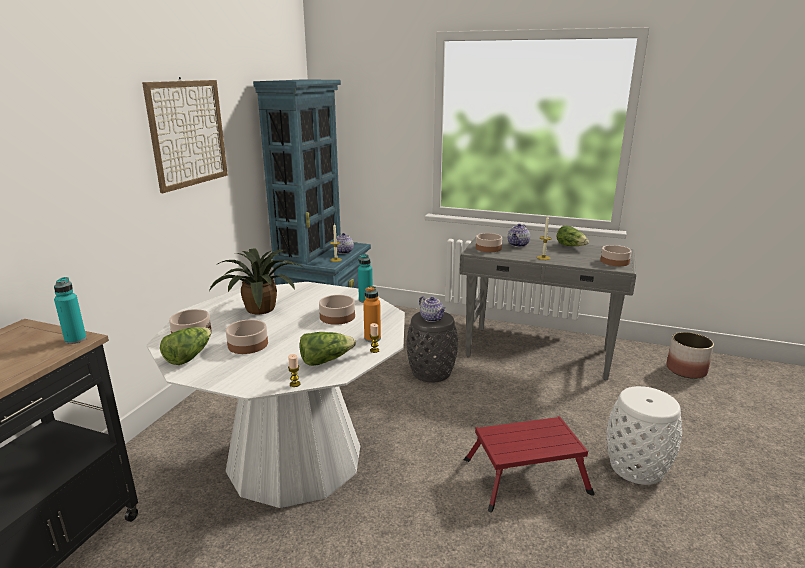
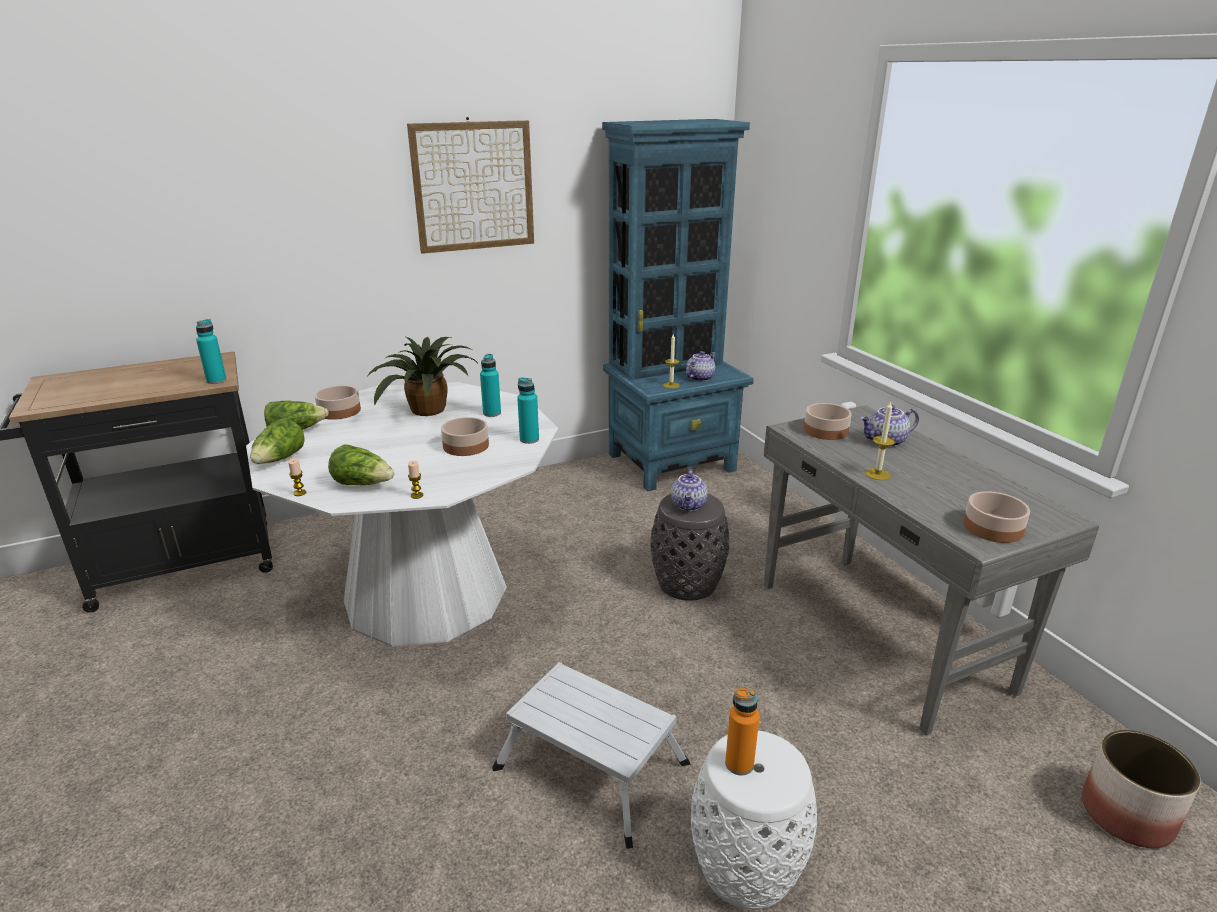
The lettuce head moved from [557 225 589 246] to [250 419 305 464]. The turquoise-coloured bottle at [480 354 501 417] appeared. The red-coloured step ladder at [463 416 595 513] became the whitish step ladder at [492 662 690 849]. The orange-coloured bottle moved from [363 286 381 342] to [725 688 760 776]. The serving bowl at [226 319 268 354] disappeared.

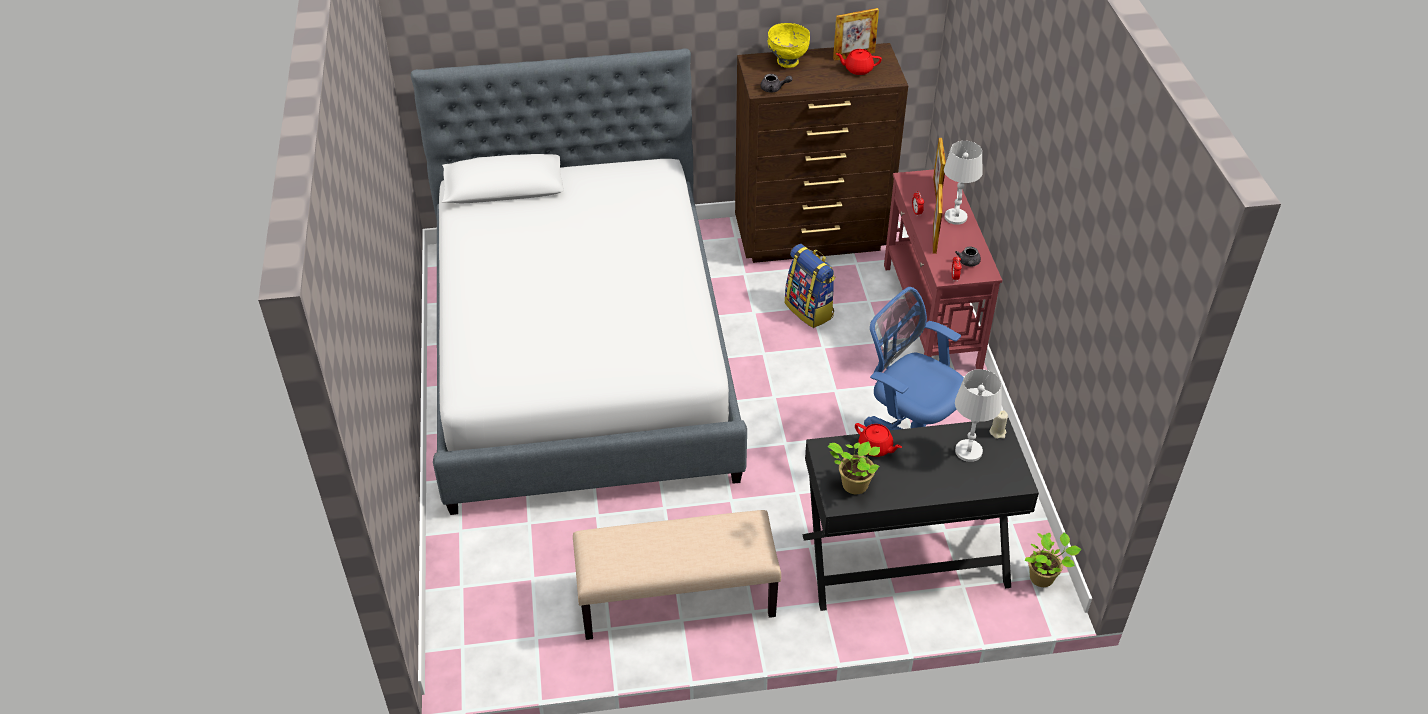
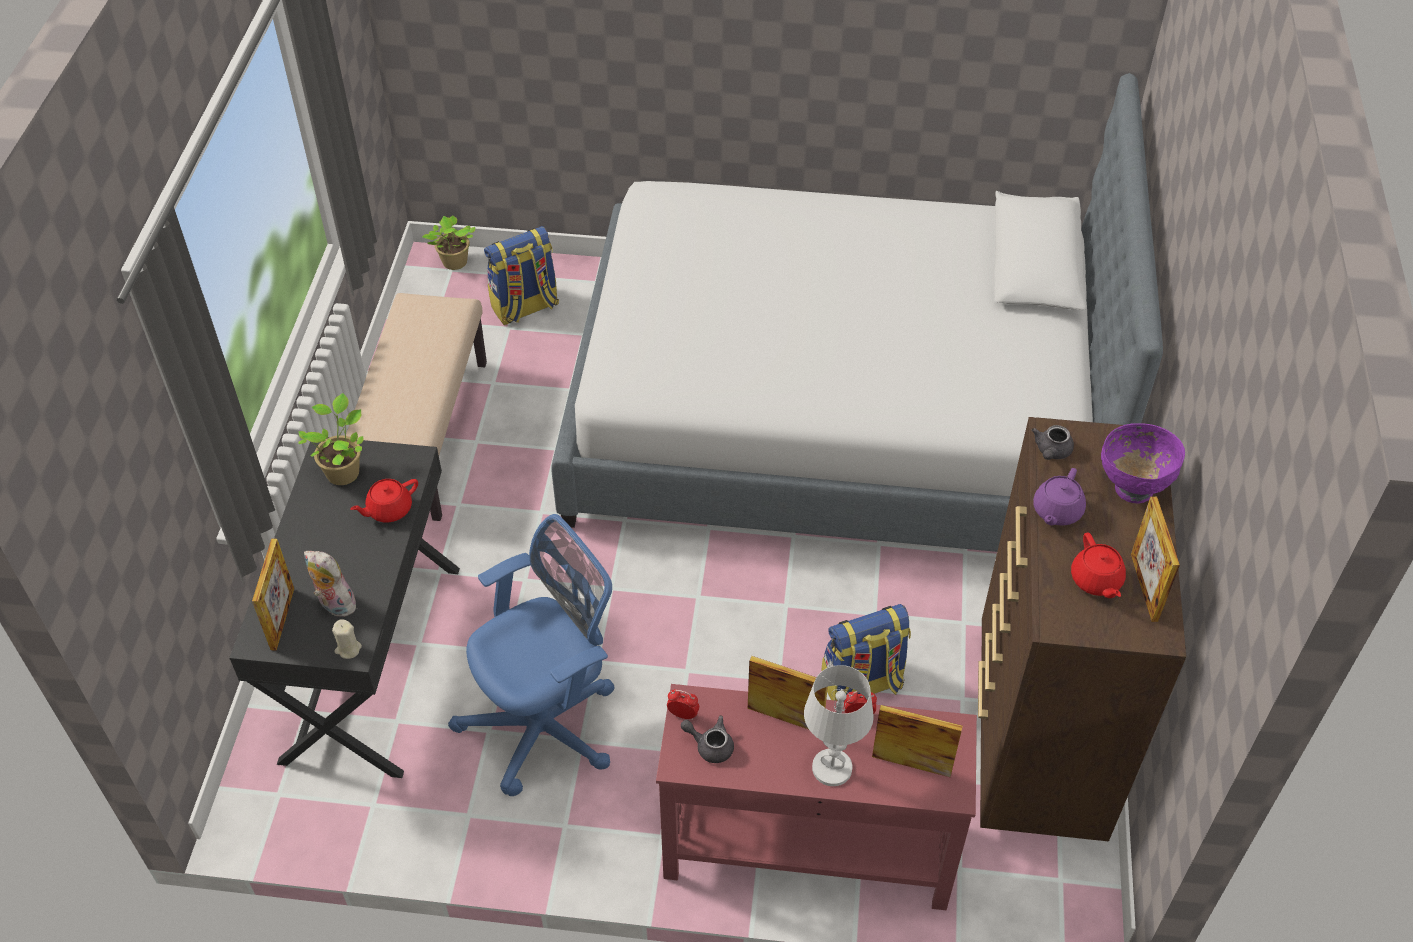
The photo frame at [252 538 294 651] appeared. The whitish lamp for a table at [955 369 1001 462] was replaced by the soft toy at [304 551 361 617]. The houseplant moved from [1025 532 1082 587] to [422 215 475 270]. The rucksack at [484 226 559 325] appeared. The purple pot for tea at [1033 468 1086 526] appeared. The red-coloured pot for tea at [836 49 882 75] turned 150 degrees clockwise. The yellow serving bowl at [767 23 810 68] became the purple serving bowl at [1101 423 1185 503].

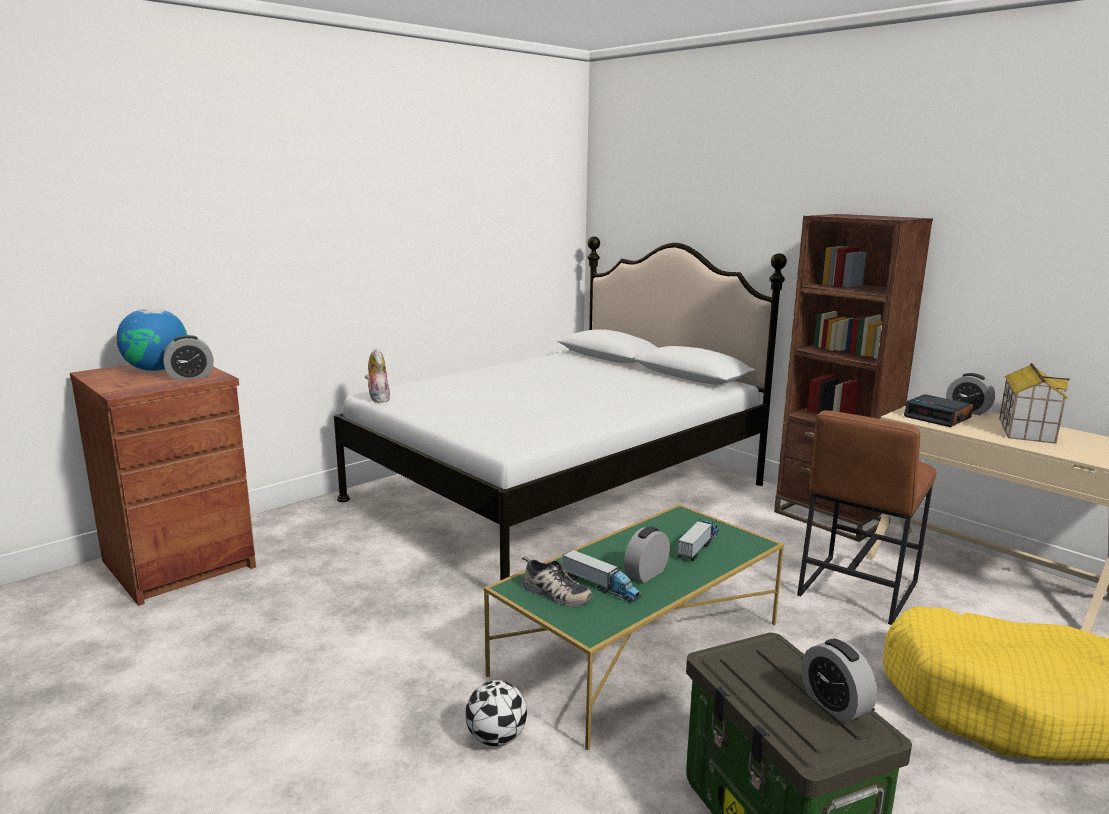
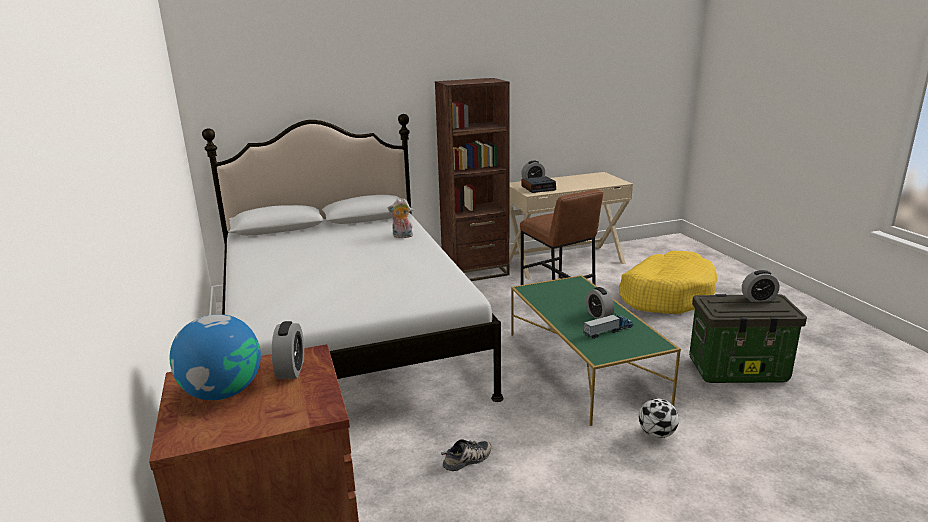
The soft toy moved from [365 348 390 403] to [388 199 413 238]. The item of footwear moved from [522 556 593 607] to [441 439 491 471]. The model truck at [677 519 719 561] disappeared. The model house at [999 363 1070 444] disappeared.

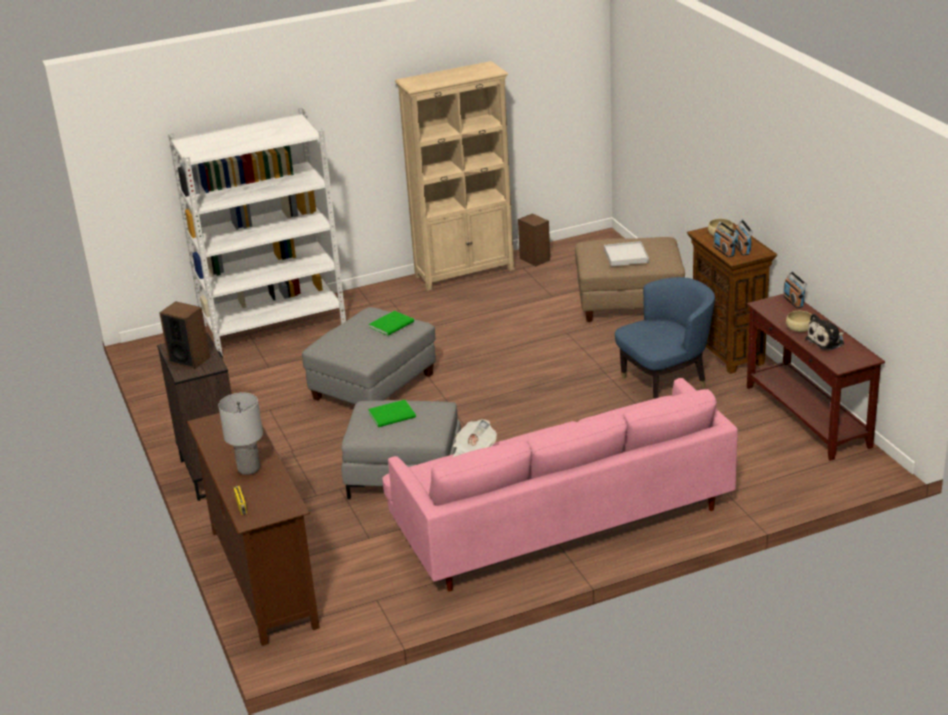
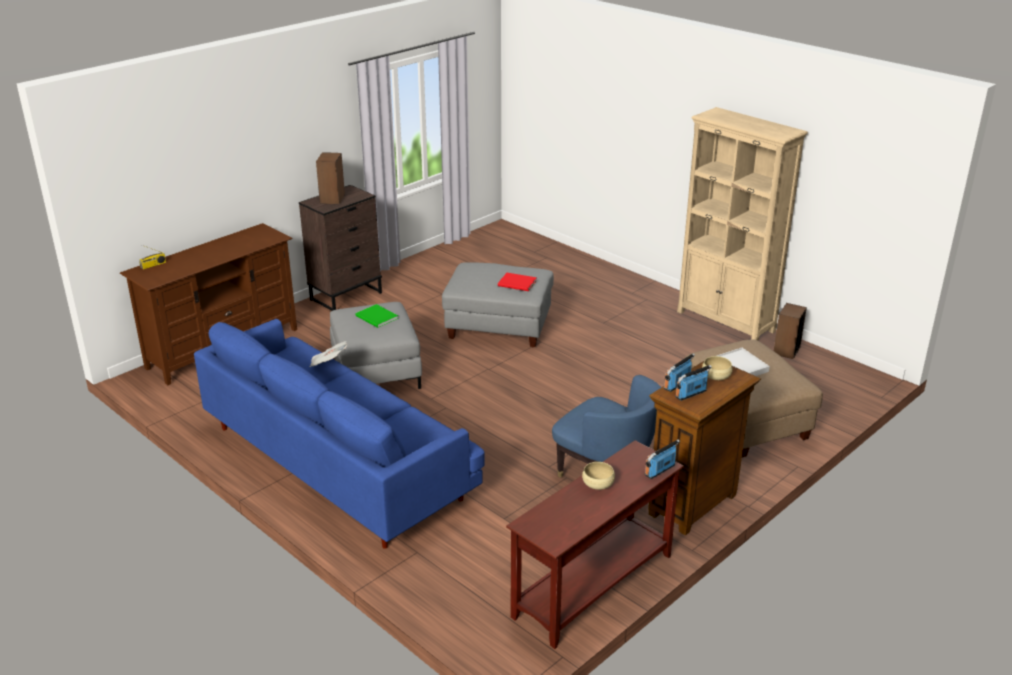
The pinkish settee at [382 378 738 591] became the blue-coloured settee at [194 319 485 549]. The greenish book at [369 311 414 336] became the red-coloured book at [498 273 537 291]. The whitish shelving unit at [168 107 346 356] disappeared. The grey lamp for a table at [218 393 263 475] disappeared. The soft toy at [805 313 844 350] disappeared.

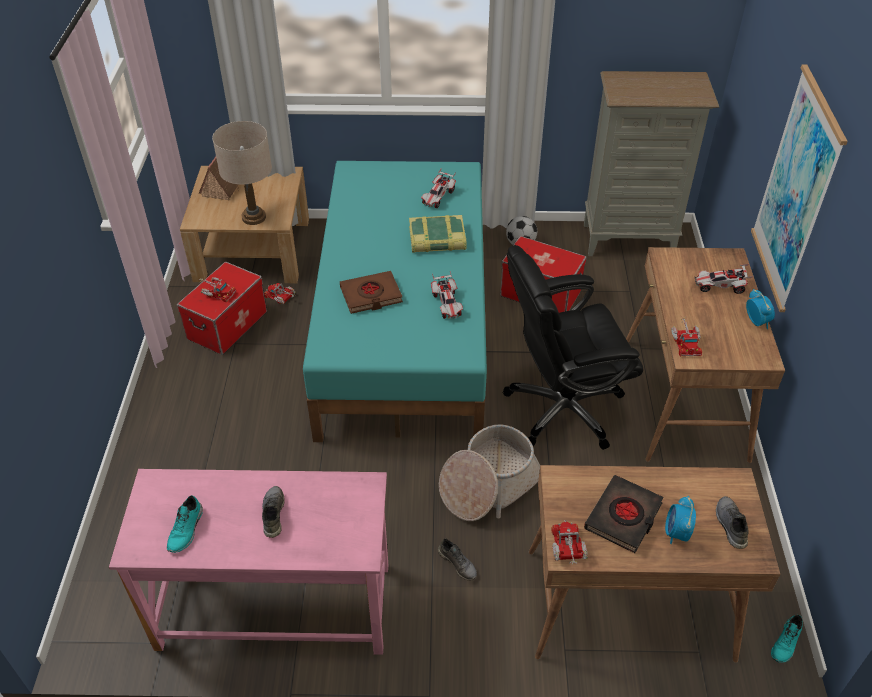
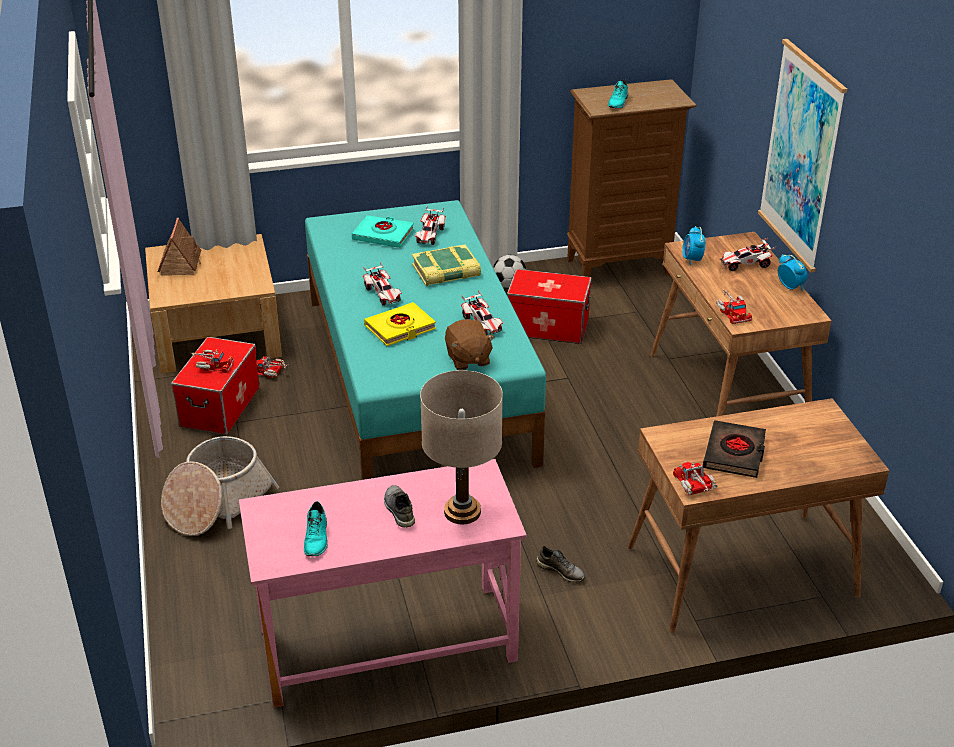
The household basket moved from [439 424 540 521] to [161 436 279 536]. The turquoise-coloured book at [352 215 414 248] appeared. The miniature car at [363 262 402 306] appeared. The brownish book at [340 271 403 314] became the yellow book at [364 302 436 346]. The beige lamp for a table moved from [212 121 272 225] to [420 370 503 524]. The brownish soft toy at [445 319 495 370] appeared. The grey dresser at [584 71 719 256] became the brownish dresser at [567 79 697 277]. The turquoise-coloured item of footwear moved from [771 615 803 663] to [608 79 628 108]. The bedside clock moved from [665 496 696 544] to [682 226 706 266]. The black-coloured office chair at [503 245 643 450] disappeared. The grey item of footwear at [716 496 748 549] disappeared.

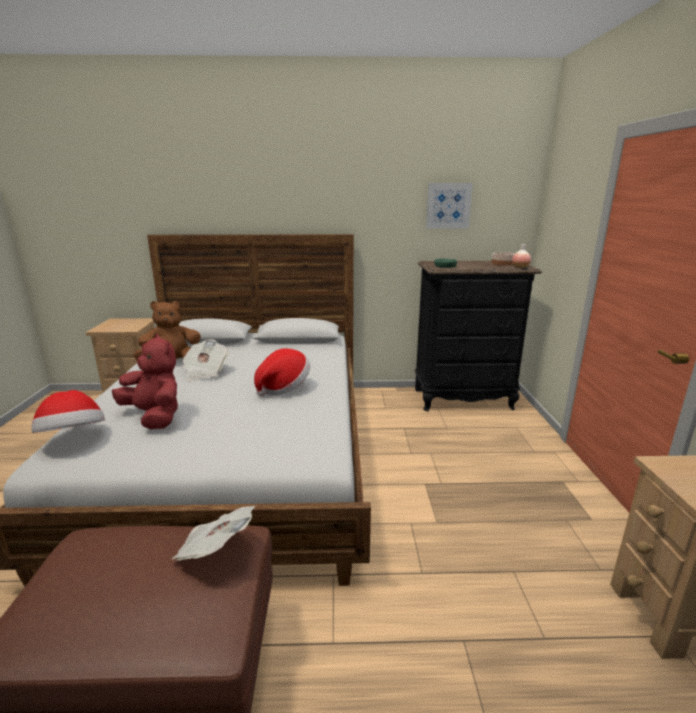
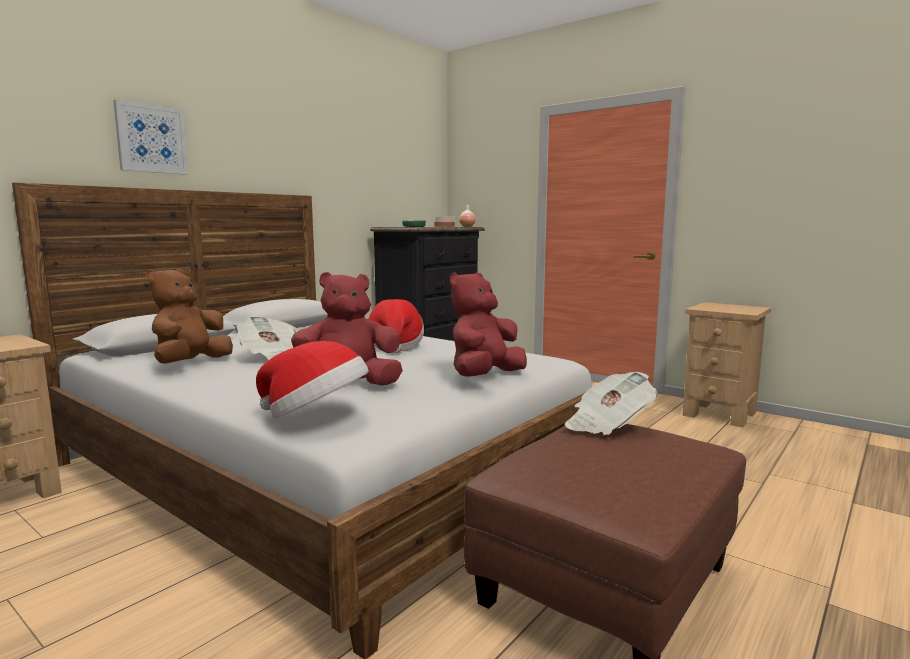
The wall picture moved from [426 183 473 229] to [113 100 188 175]. The red-coloured soft toy at [450 272 527 377] appeared.

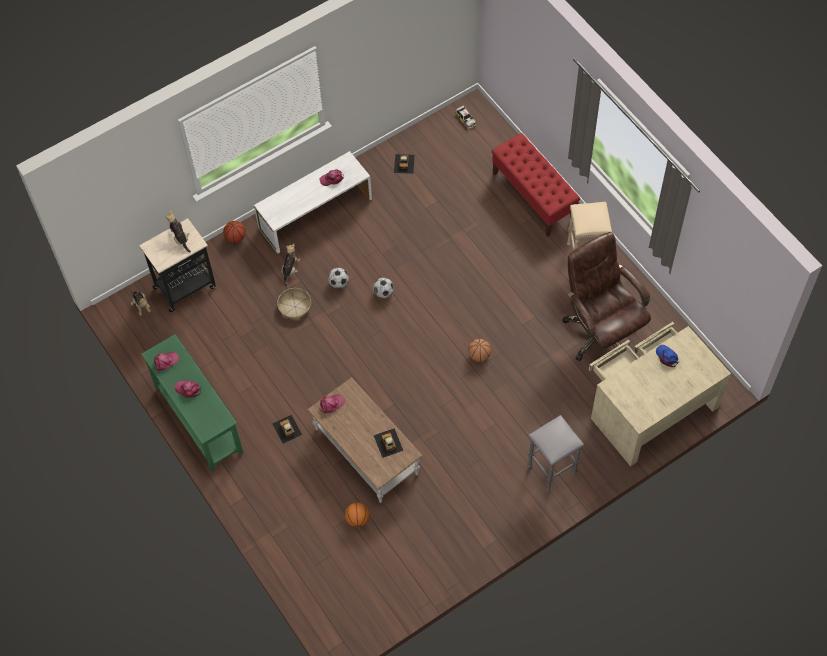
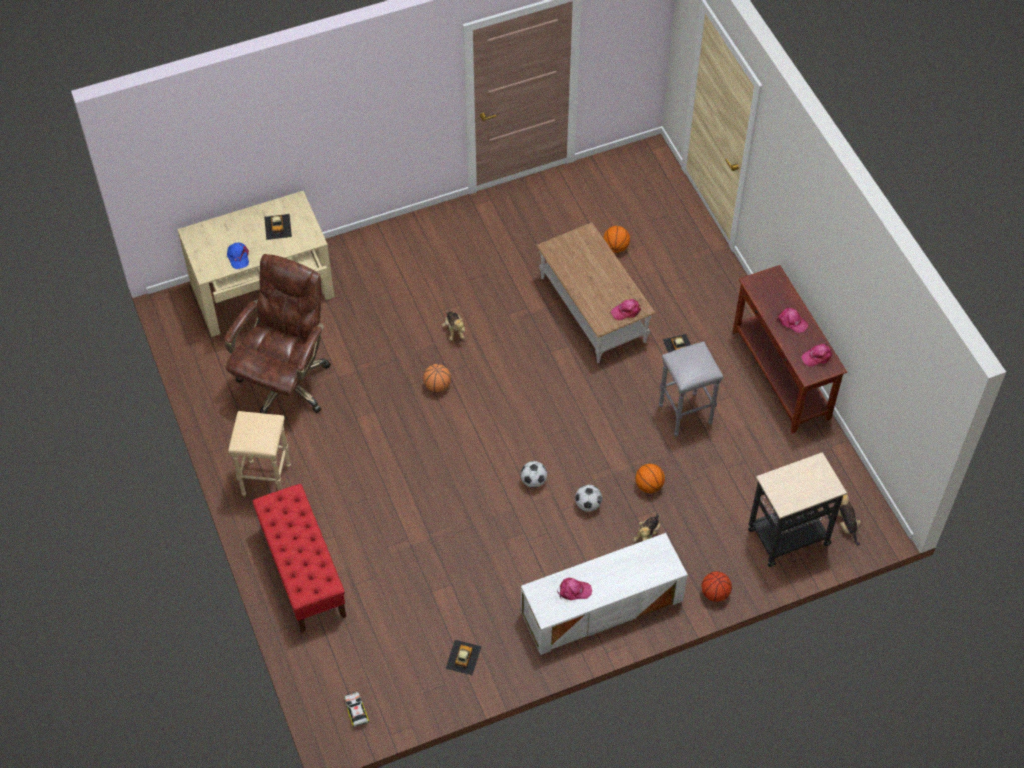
The brownish office chair at [562 232 651 361] turned 135 degrees counterclockwise. The miniature car moved from [374 428 403 458] to [264 214 292 240]. The soft toy moved from [165 211 191 253] to [442 311 465 340]. The household basket at [277 288 311 320] was replaced by the ball for basketball at [635 464 665 493]. The grey stool moved from [528 415 584 492] to [659 342 723 436]. The greenish narrow table at [141 334 243 472] became the brownish narrow table at [732 265 847 433].

